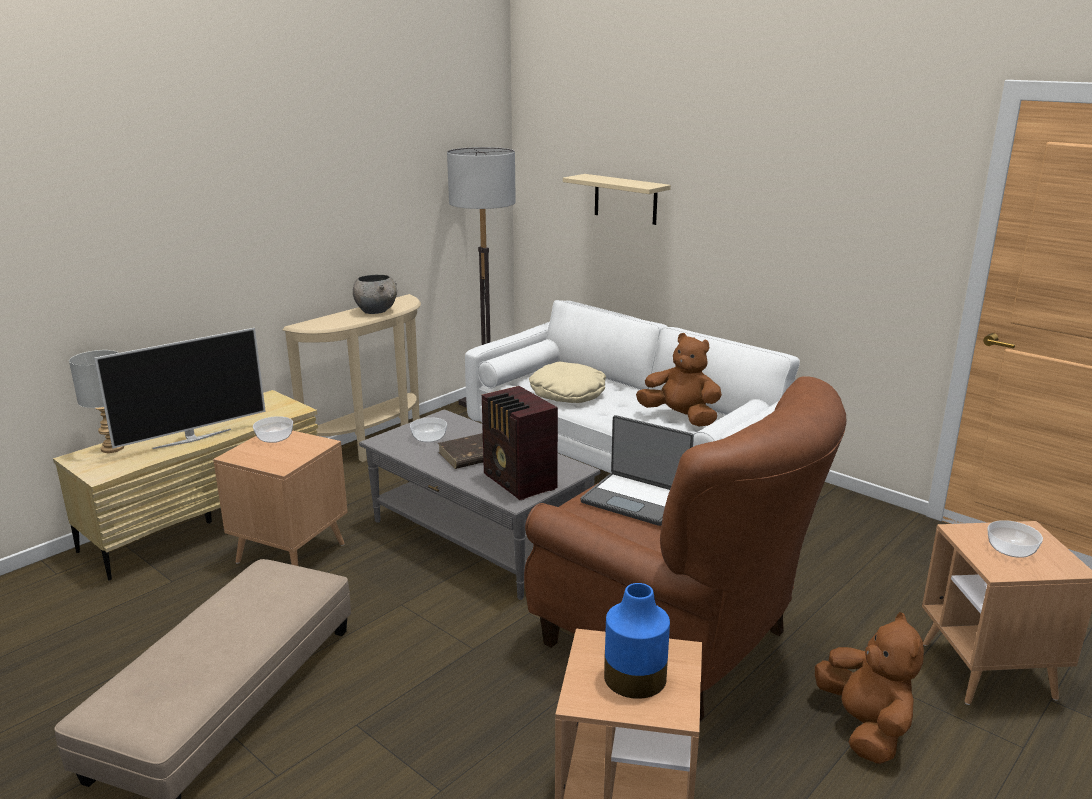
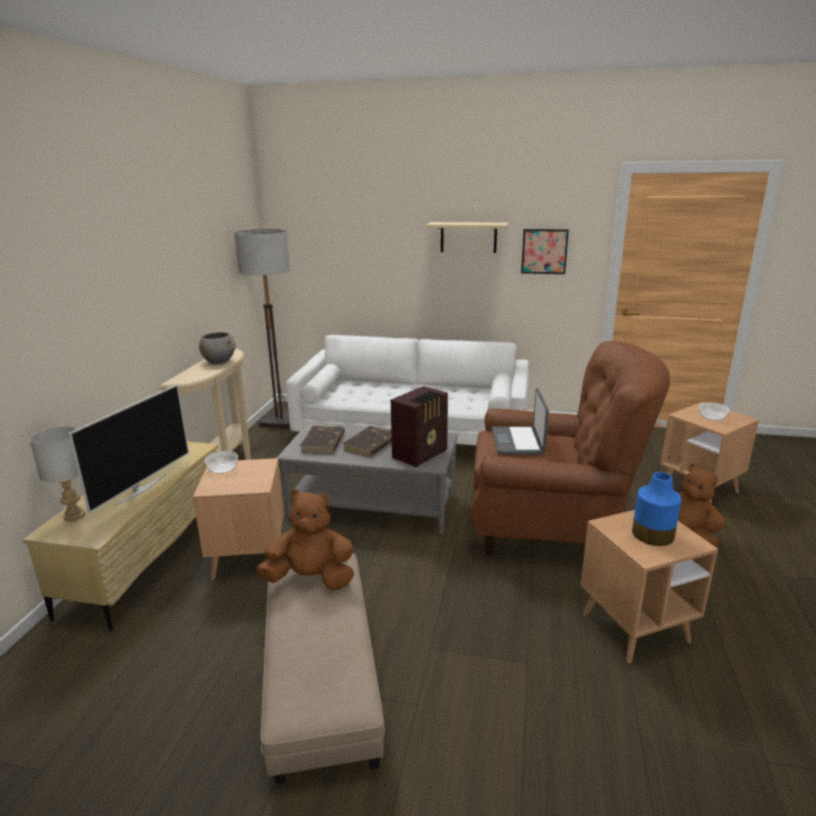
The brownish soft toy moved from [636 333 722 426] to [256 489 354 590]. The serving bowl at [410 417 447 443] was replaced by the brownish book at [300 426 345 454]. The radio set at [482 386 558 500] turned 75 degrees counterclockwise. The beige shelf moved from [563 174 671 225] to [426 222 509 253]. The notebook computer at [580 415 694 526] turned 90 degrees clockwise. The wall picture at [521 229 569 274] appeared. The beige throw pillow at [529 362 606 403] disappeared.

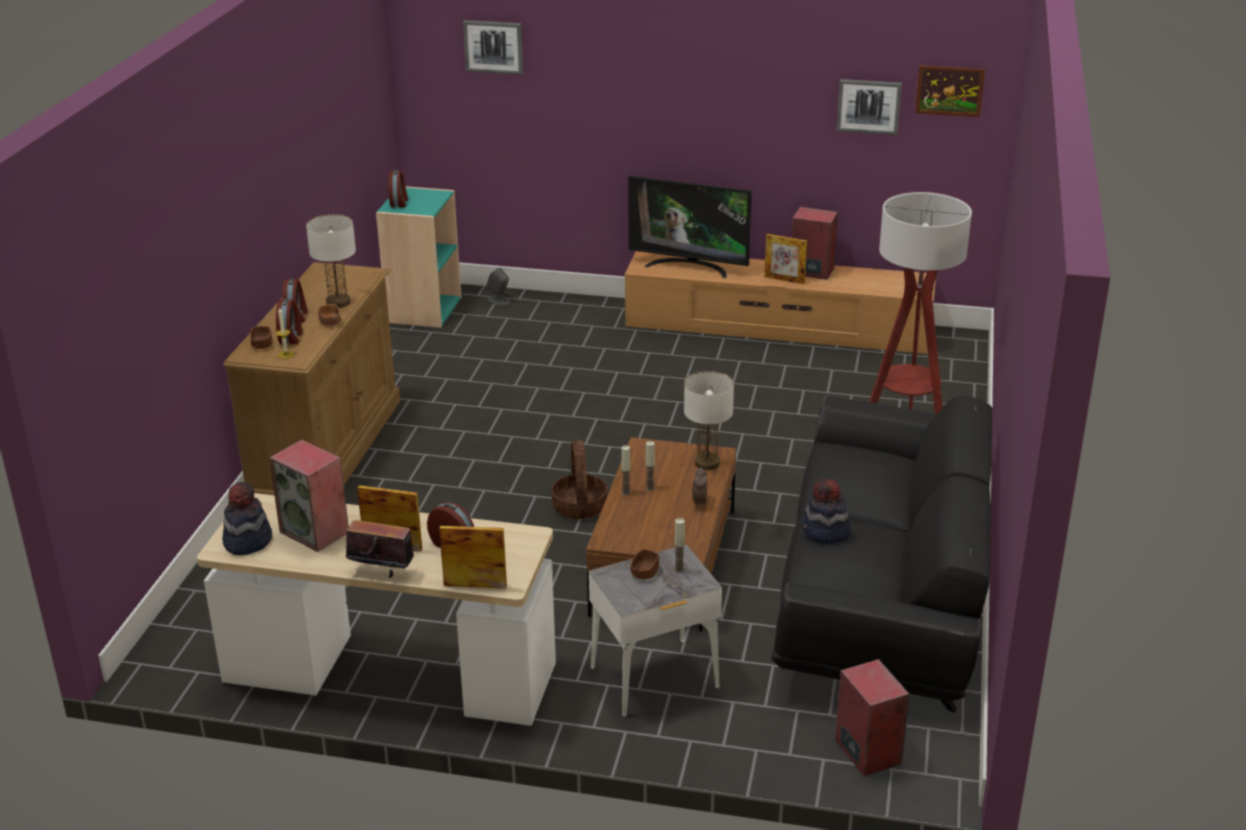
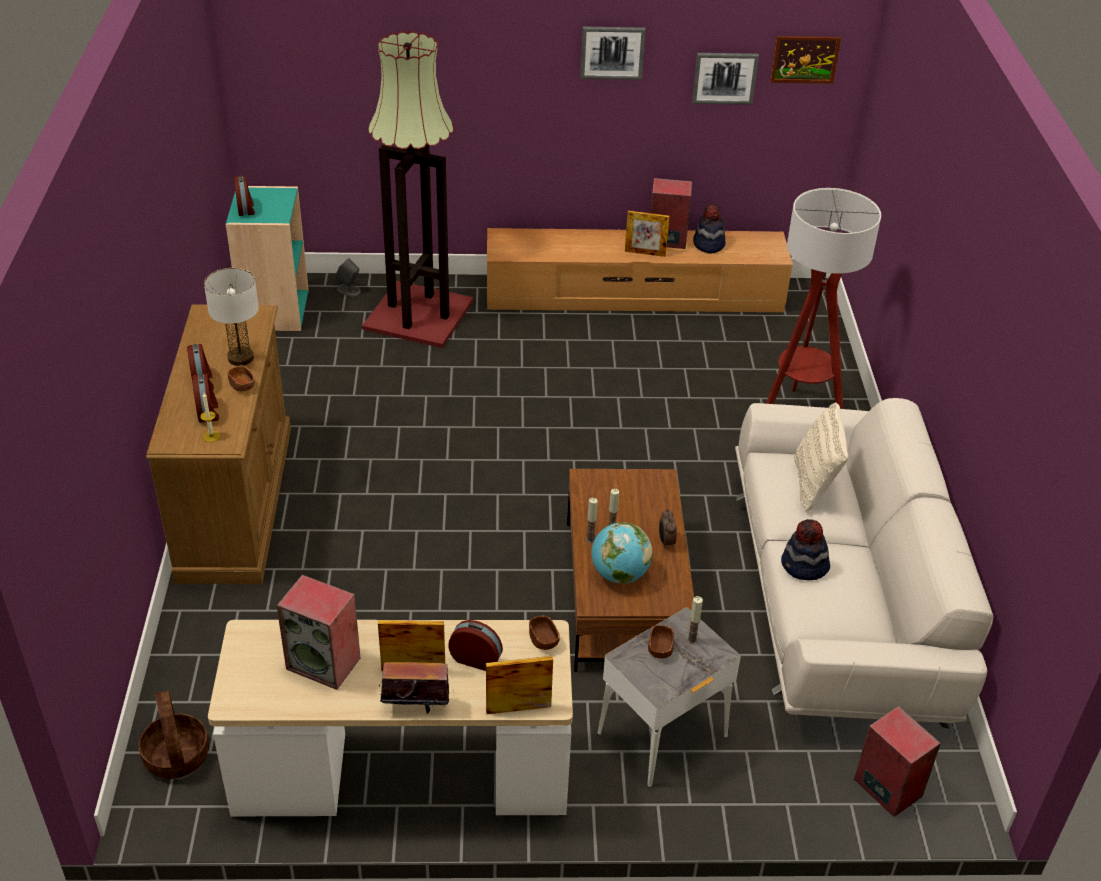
The household basket moved from [551 440 608 519] to [139 690 209 779]. The standing lamp at [362 31 474 348] appeared. The brownish serving bowl moved from [250 326 272 349] to [529 616 560 650]. The wall picture moved from [463 20 523 75] to [580 27 646 80]. The desk globe at [592 522 653 584] appeared. The hat moved from [222 482 272 555] to [693 203 726 253]. The black-coloured settee at [772 396 992 712] became the whitish settee at [735 398 994 728]. The beige throw pillow at [794 403 848 511] appeared. The TV set at [628 176 752 278] disappeared. The lamp for a table at [684 371 734 470] disappeared.

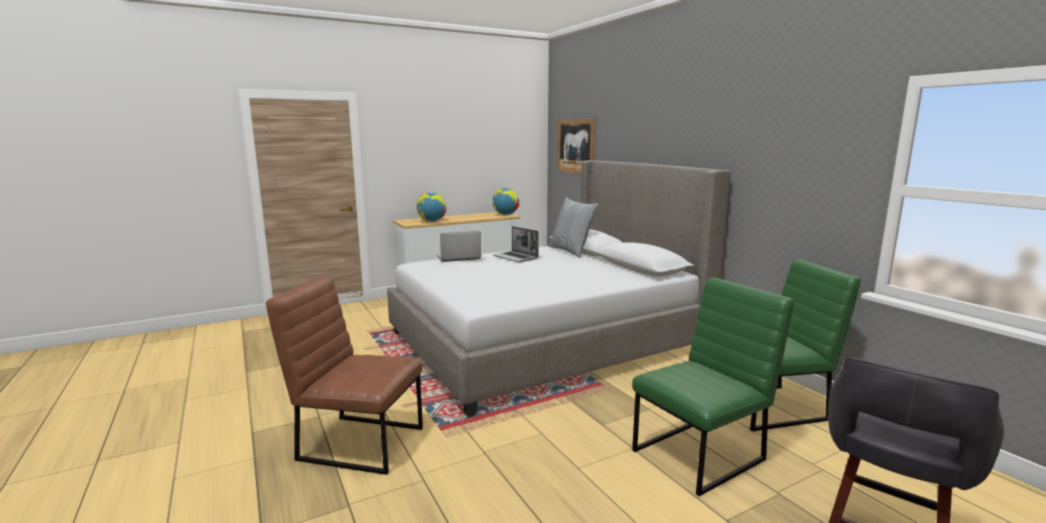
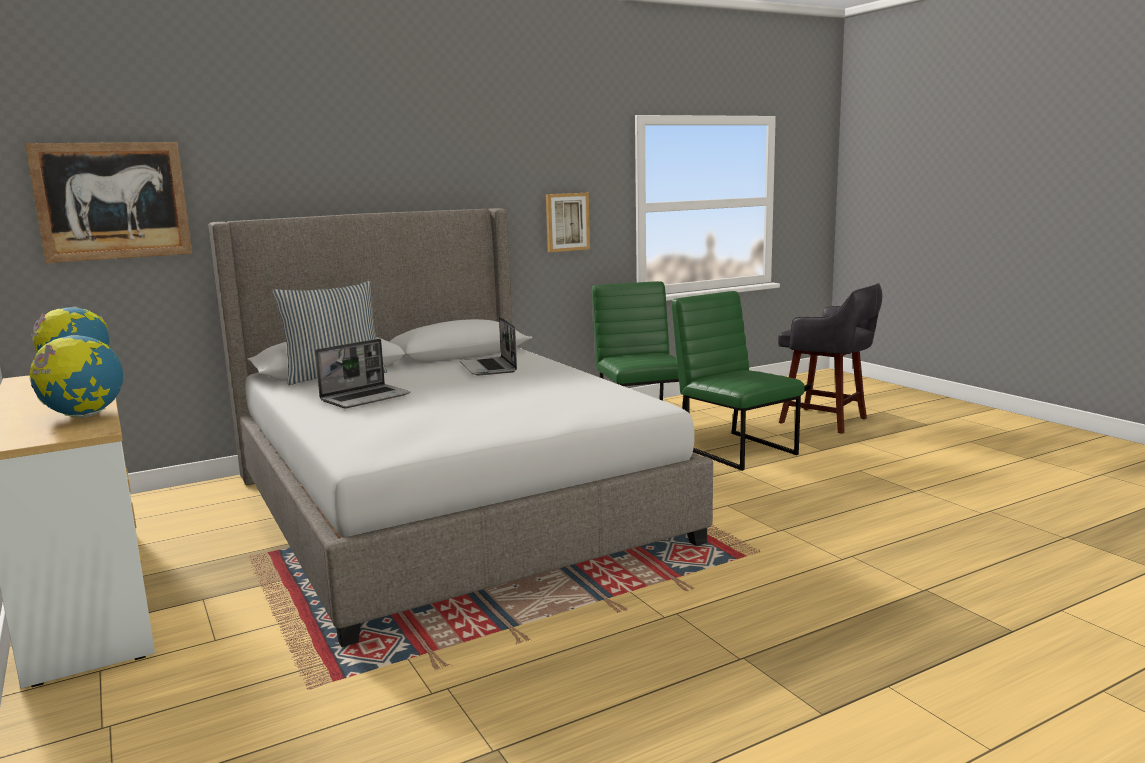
The notebook computer moved from [437 231 481 262] to [460 317 517 376]. The wall picture at [546 193 590 252] appeared. The brownish chair at [266 276 423 475] disappeared.

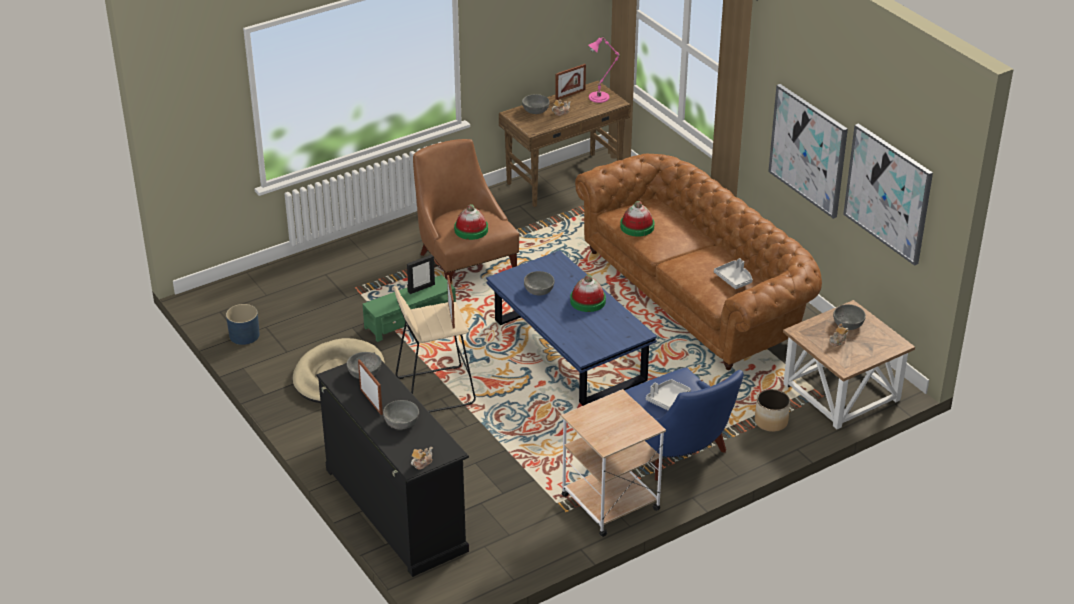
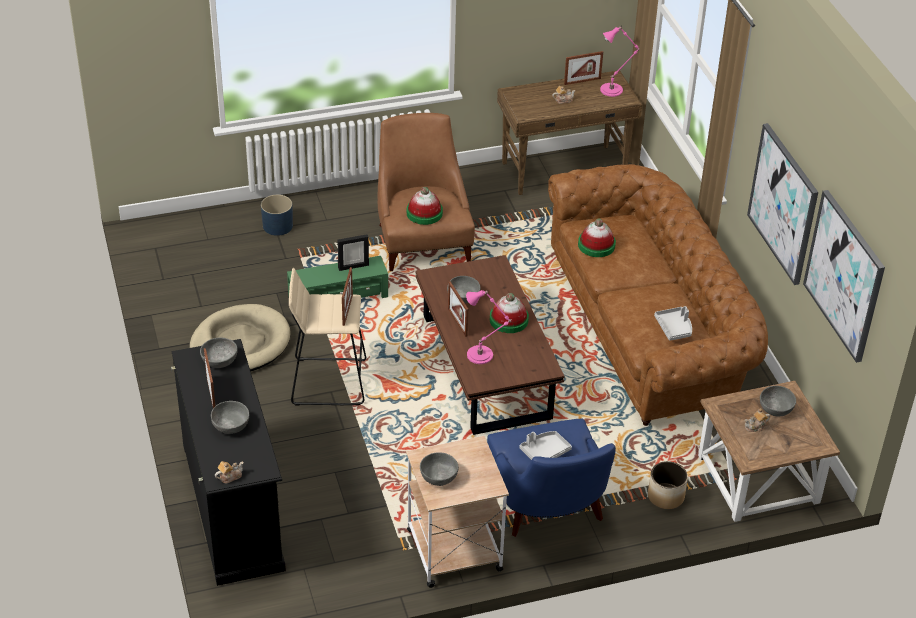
The blue-coloured planter moved from [226 304 260 345] to [261 195 293 236]. The blue-coloured lounge table at [486 250 657 406] became the brownish lounge table at [415 255 564 435]. The grey serving bowl moved from [522 94 550 114] to [420 452 459 486]. The photo frame at [448 281 468 337] appeared. The pinkish lamp for a table at [466 290 511 364] appeared.

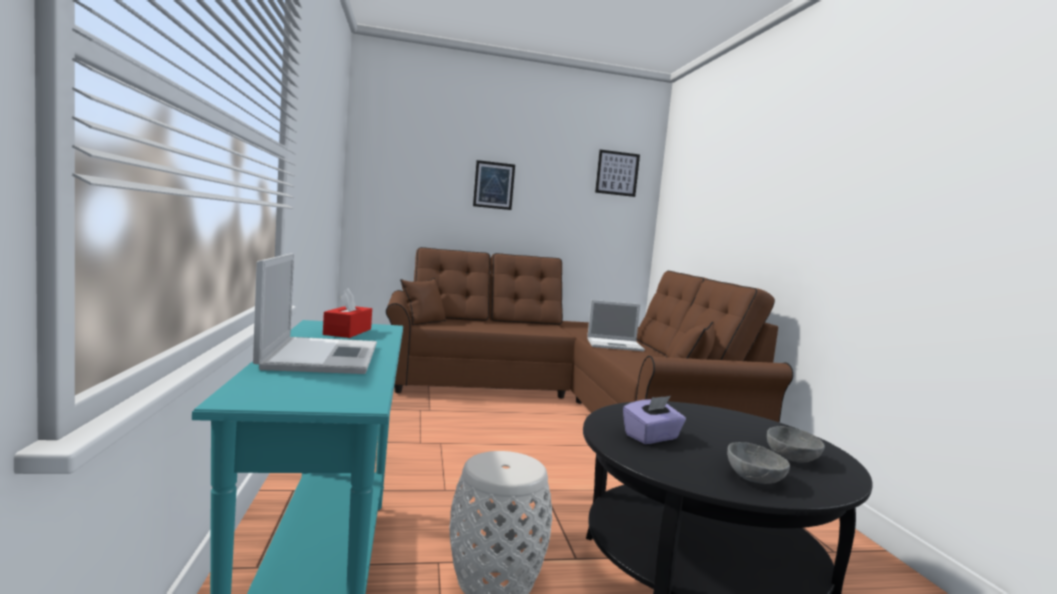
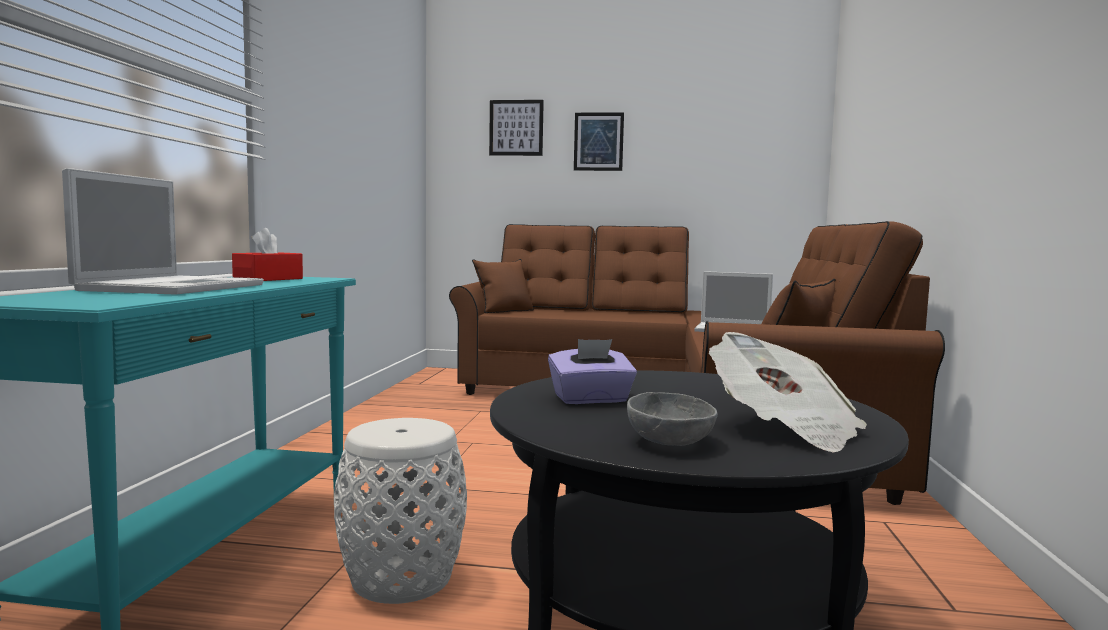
The wall picture moved from [595 150 640 197] to [489 100 544 156]. The grey serving bowl at [767 426 825 463] was replaced by the newspaper at [709 332 867 453].

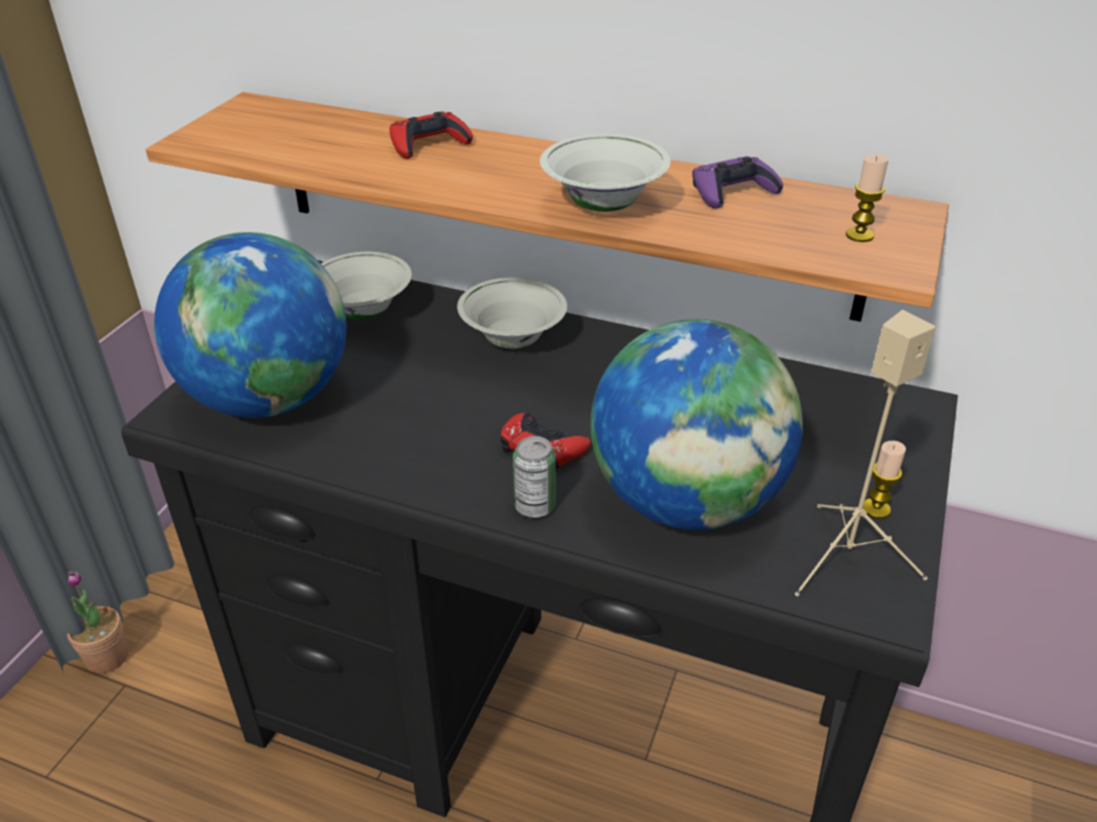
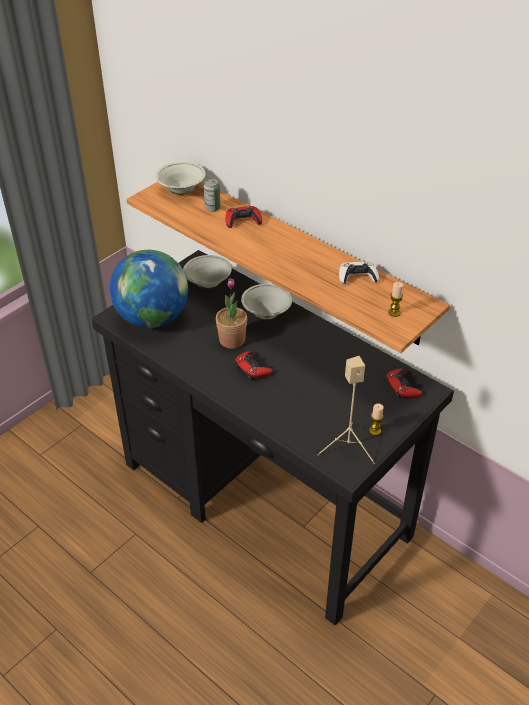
The whitish serving bowl moved from [540 134 671 212] to [155 162 206 195]. The metal can moved from [513 436 556 518] to [204 179 221 212]. The houseplant moved from [67 571 128 673] to [216 278 247 349]. The purple gamepad at [692 156 783 209] became the whitish gamepad at [339 261 379 285]. The red-coloured gamepad at [386 369 422 399] appeared. The desk globe at [590 319 803 530] disappeared.

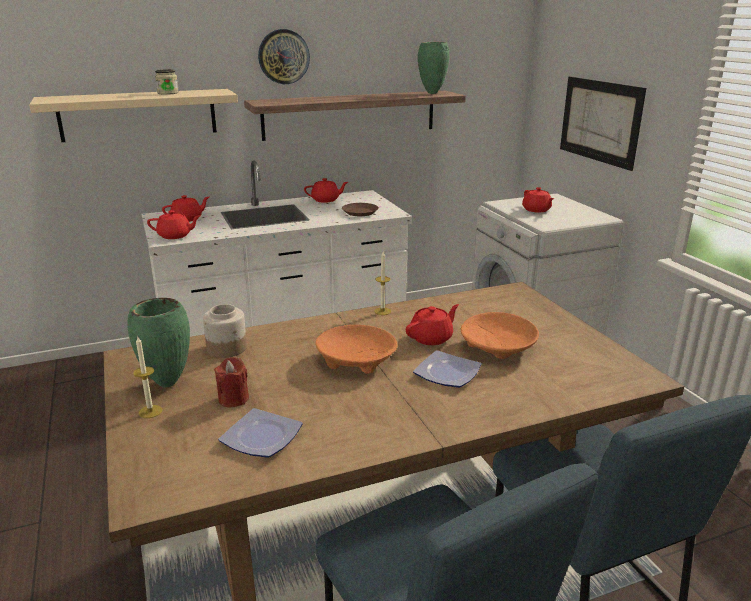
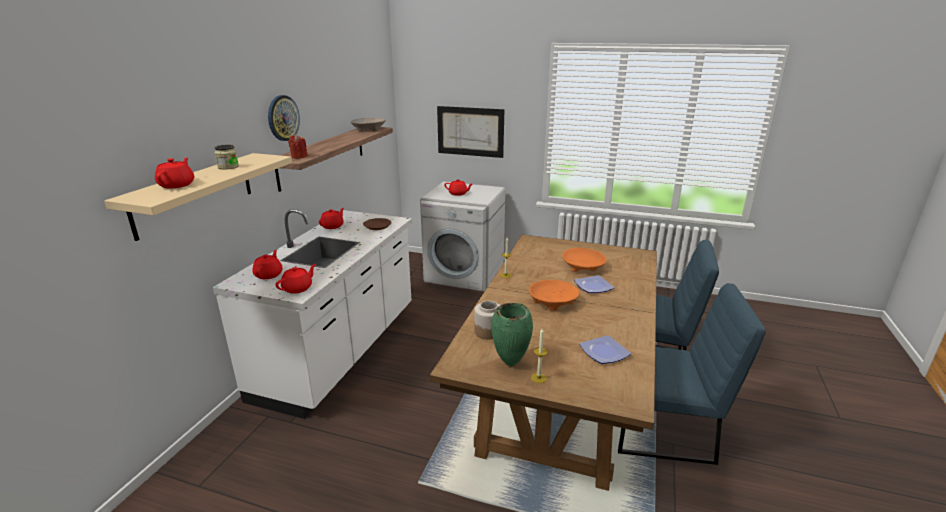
The red-coloured pot for tea moved from [406 304 459 345] to [155 157 194 188]. The red-coloured candle moved from [214 357 249 407] to [288 135 308 159]. The greenish decorative vase at [418 42 450 94] was replaced by the beige serving bowl at [350 118 386 132].

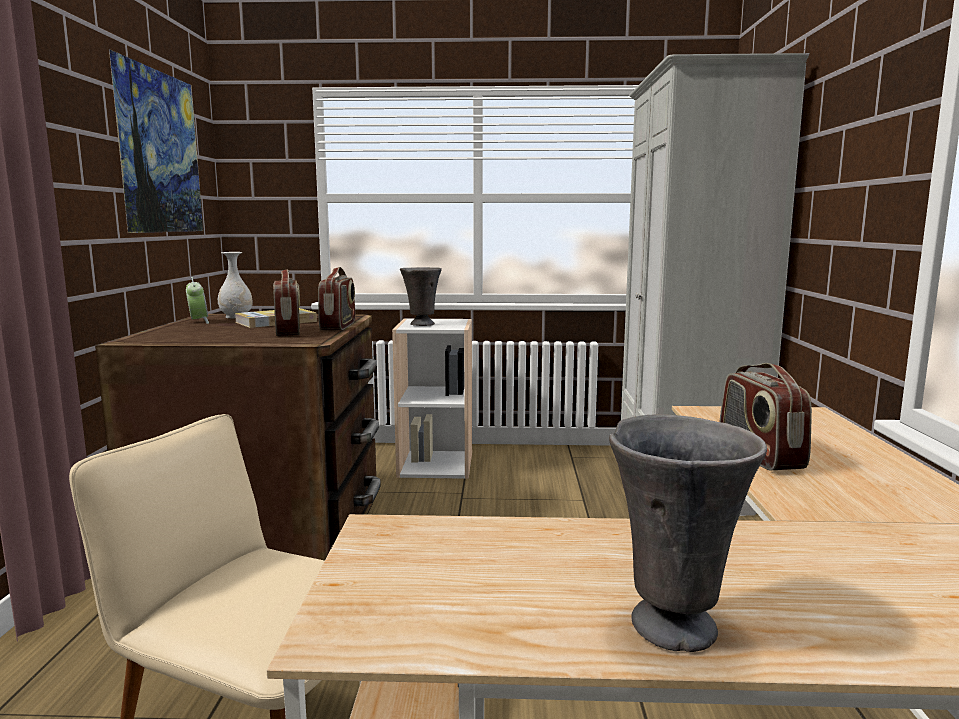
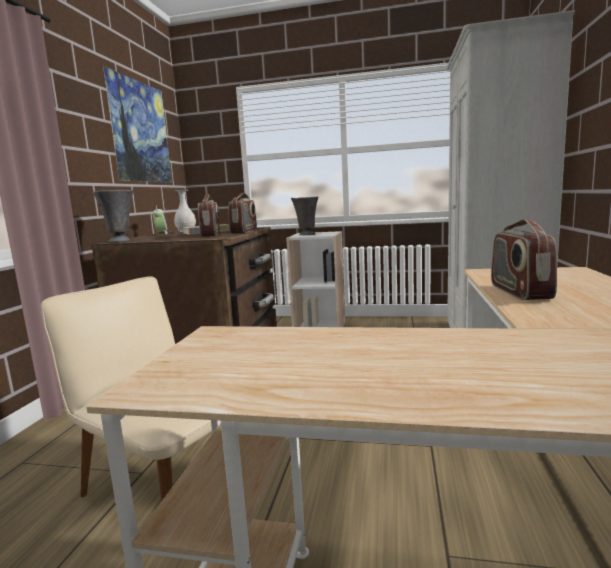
The grey decorative vase moved from [609 414 767 652] to [93 190 133 243].

